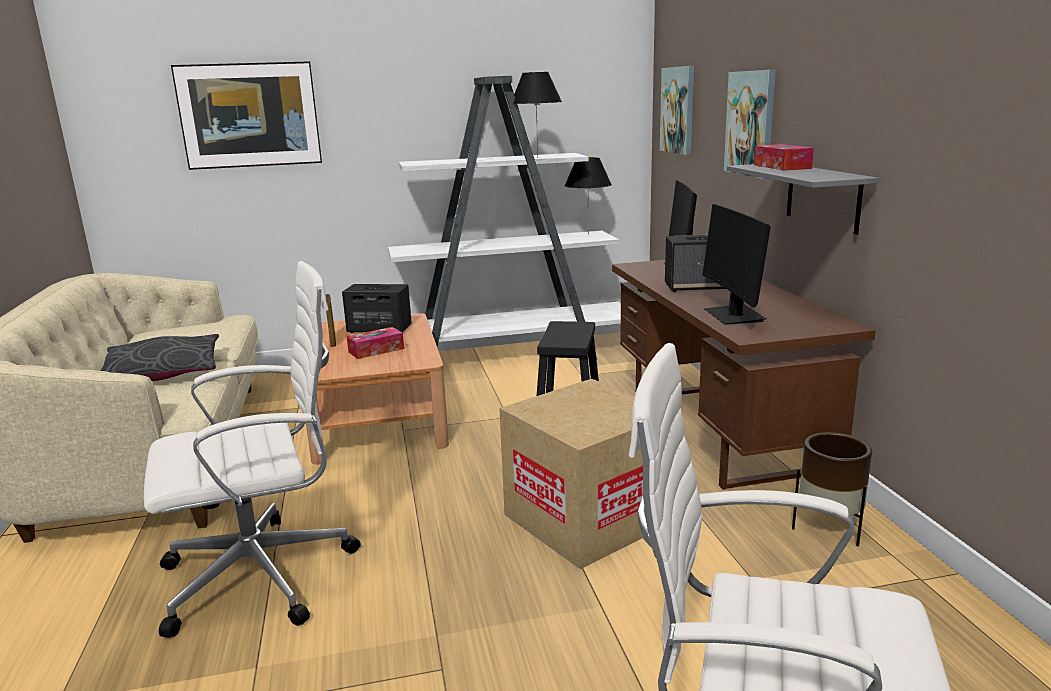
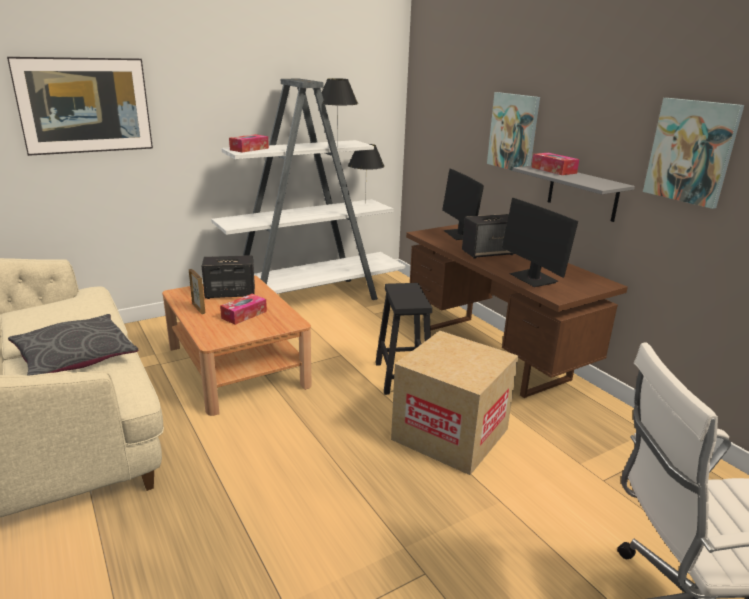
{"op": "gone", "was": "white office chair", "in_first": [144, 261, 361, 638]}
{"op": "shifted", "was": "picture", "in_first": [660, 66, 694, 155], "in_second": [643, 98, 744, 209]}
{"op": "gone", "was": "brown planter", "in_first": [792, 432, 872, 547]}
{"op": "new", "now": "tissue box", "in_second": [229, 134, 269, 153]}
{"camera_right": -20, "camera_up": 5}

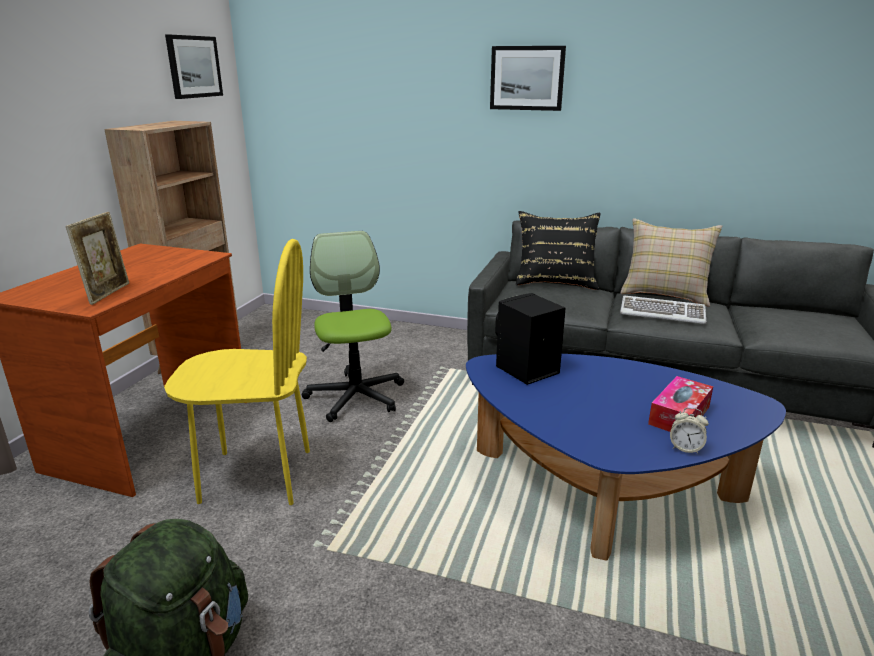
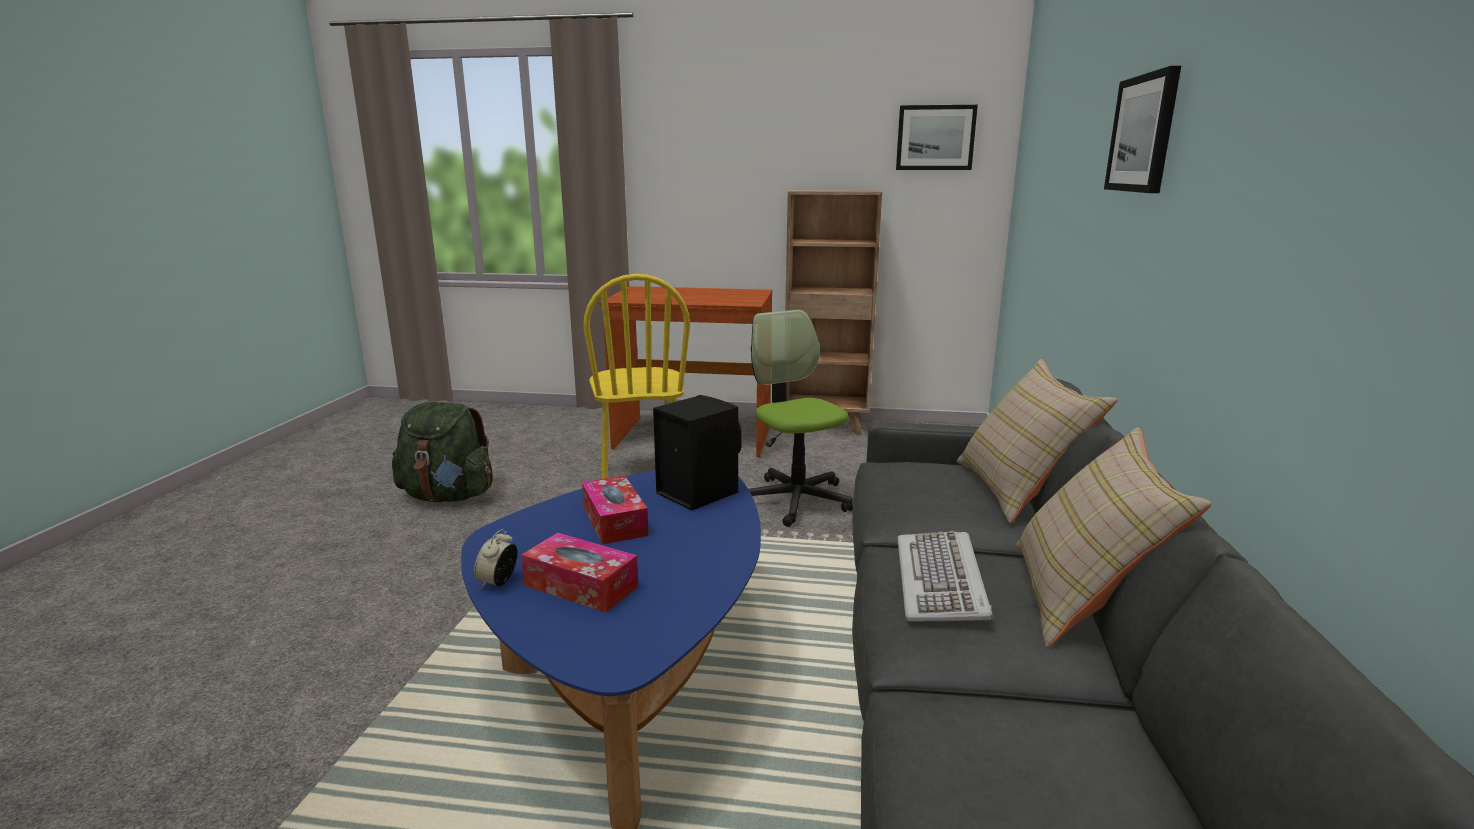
{"op": "gone", "was": "picture frame", "in_first": [66, 212, 129, 305]}
{"op": "rotated", "was": "office chair", "in_first": [302, 231, 404, 422], "in_second": [748, 310, 853, 527], "clockwise": -90}
{"op": "repainted", "was": "black pillow", "now": "beige pillow", "in_first": [516, 211, 601, 290], "in_second": [957, 359, 1117, 524]}
{"op": "new", "now": "tissue box", "in_second": [582, 475, 649, 545]}
{"camera_right": 80, "camera_up": -5}

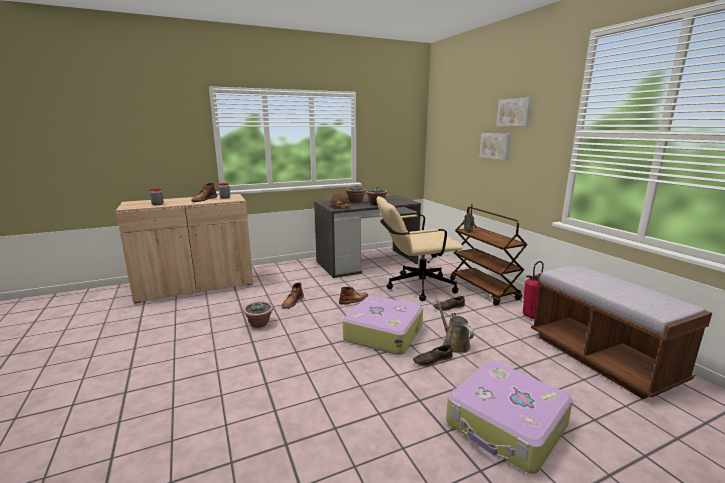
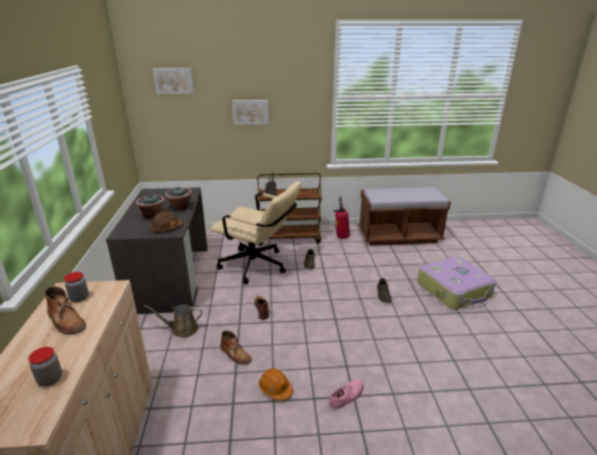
{"op": "swapped", "was": "potted plant", "now": "orange hard hat", "in_first": [243, 301, 273, 328], "in_second": [259, 368, 293, 401]}
{"op": "gone", "was": "suitcase", "in_first": [343, 296, 423, 355]}
{"op": "rotated", "was": "beige office chair", "in_first": [377, 196, 463, 301], "in_second": [210, 181, 301, 284], "clockwise": -75}
{"op": "shifted", "was": "brown watering can", "in_first": [436, 299, 474, 353], "in_second": [144, 304, 203, 338]}
{"op": "shifted", "was": "picture", "in_first": [496, 97, 532, 126], "in_second": [153, 68, 194, 94]}
{"op": "new", "now": "pink shoe", "in_second": [329, 379, 364, 409]}
{"camera_right": -70, "camera_up": 10}

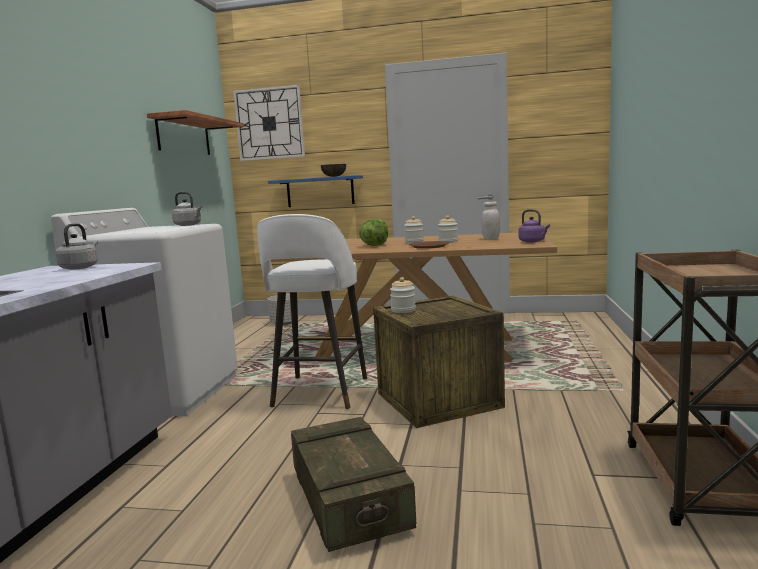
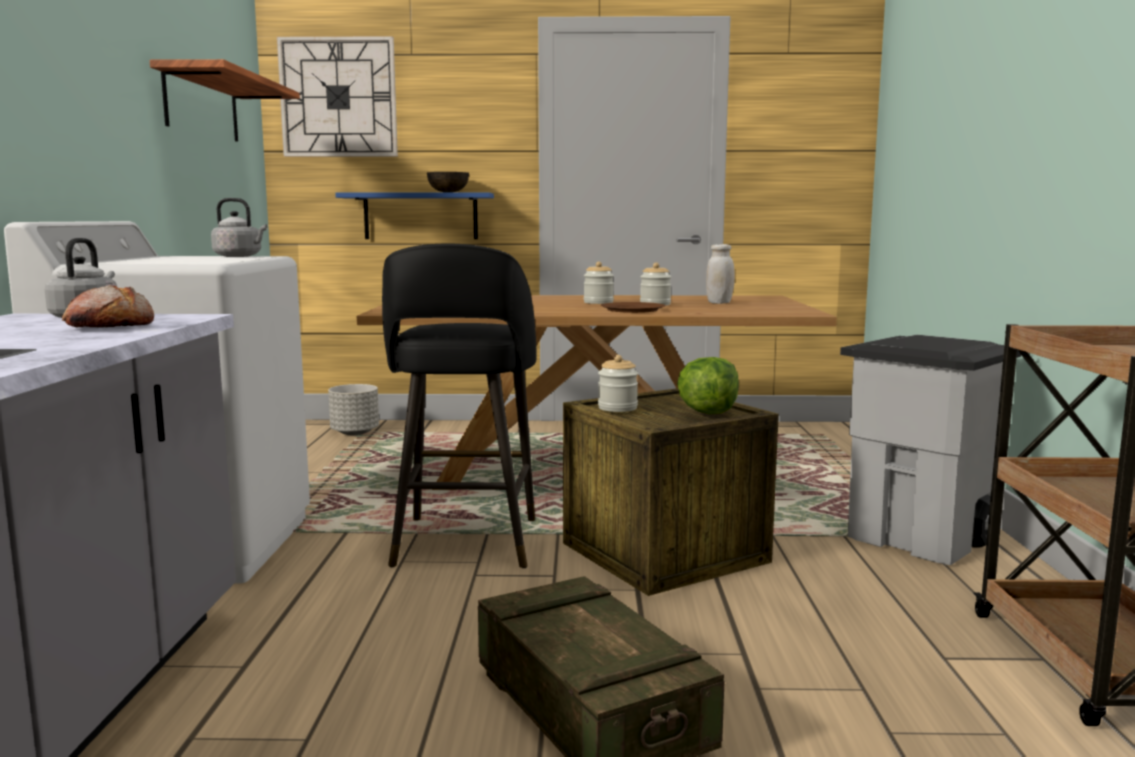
{"op": "repainted", "was": "white stool", "now": "black stool", "in_first": [257, 214, 367, 409], "in_second": [382, 243, 536, 568]}
{"op": "shifted", "was": "lettuce", "in_first": [359, 219, 388, 246], "in_second": [677, 357, 739, 414]}
{"op": "gone", "was": "purple kettle", "in_first": [518, 209, 550, 242]}
{"op": "new", "now": "bread", "in_second": [62, 285, 154, 328]}
{"op": "new", "now": "grey trash can", "in_second": [840, 335, 1021, 565]}
{"camera_right": -10, "camera_up": 0}

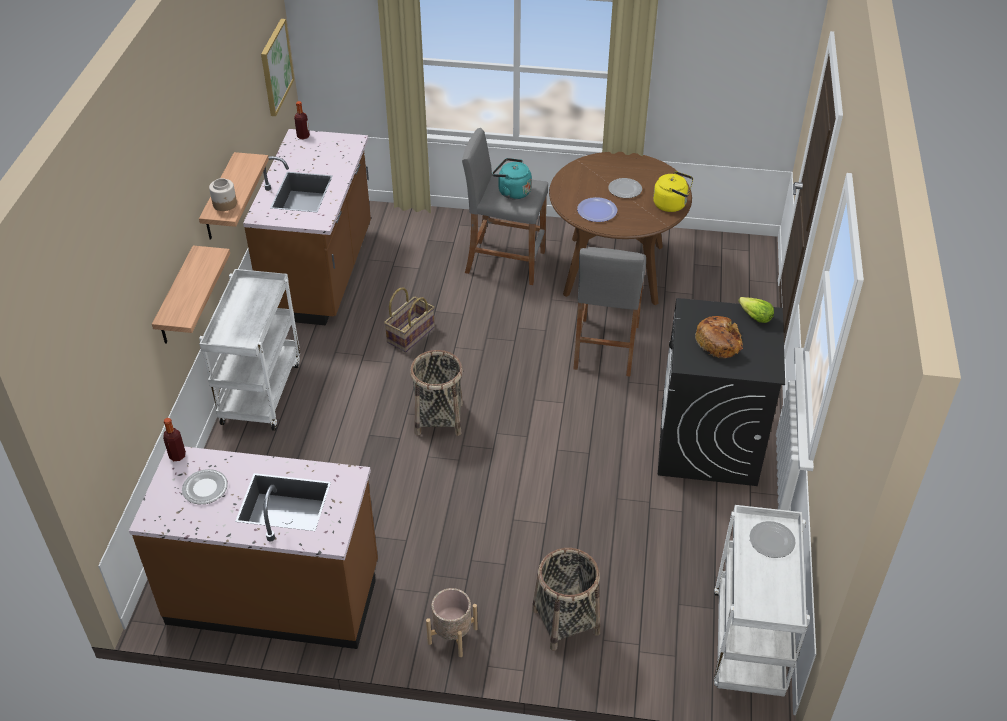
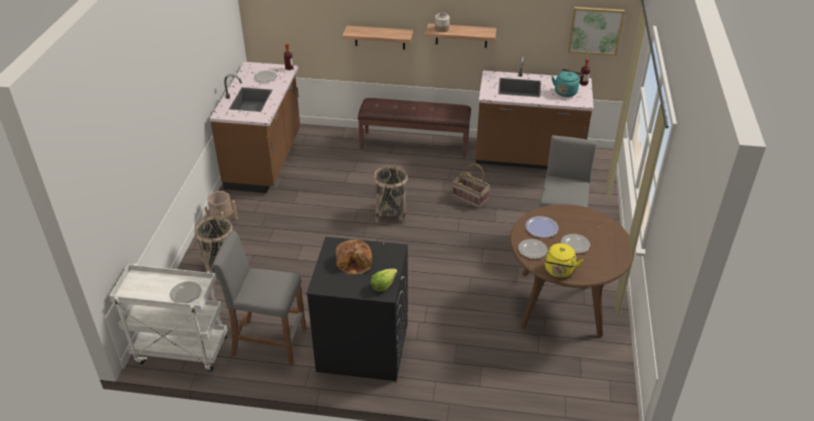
{"op": "swapped", "was": "white cart", "now": "brown bench", "in_first": [199, 269, 300, 431], "in_second": [358, 98, 471, 158]}
{"op": "shifted", "was": "turquoise kettle", "in_first": [492, 158, 532, 199], "in_second": [551, 69, 583, 97]}
{"op": "shifted", "was": "grey stool", "in_first": [573, 247, 646, 377], "in_second": [213, 231, 306, 366]}
{"op": "new", "now": "plate", "in_second": [518, 239, 548, 259]}
{"camera_right": 90, "camera_up": -5}

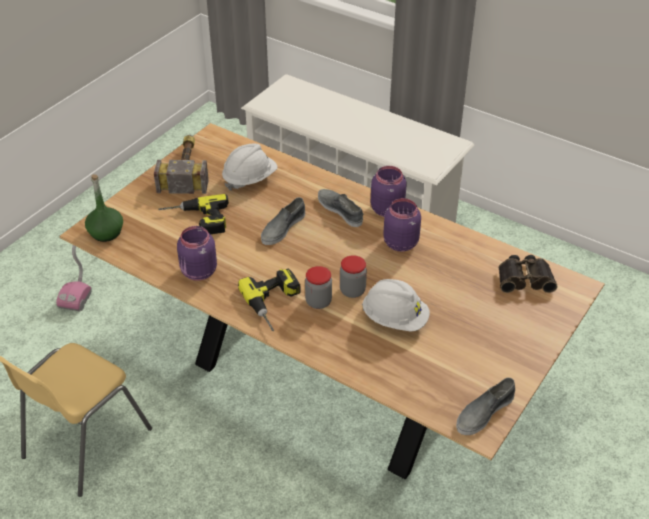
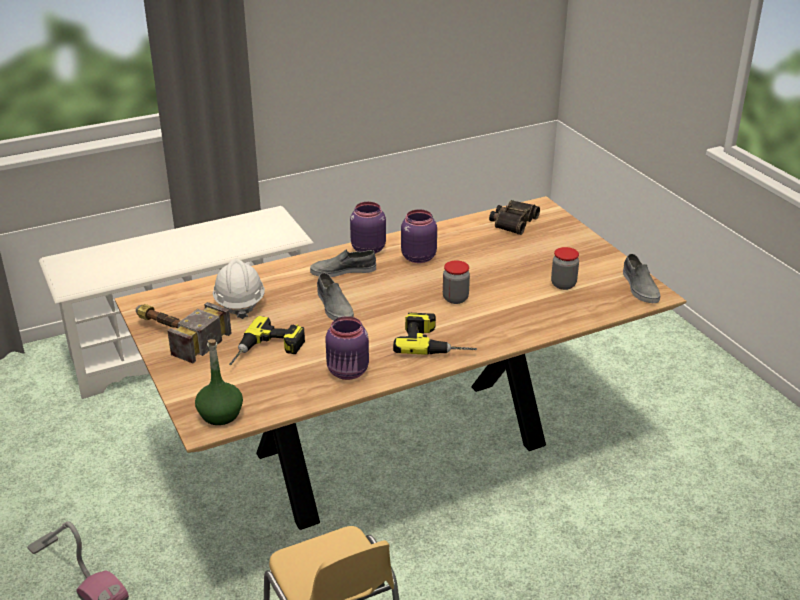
{"op": "shifted", "was": "jar", "in_first": [305, 266, 332, 309], "in_second": [551, 247, 579, 290]}
{"op": "gone", "was": "white hard hat", "in_first": [362, 279, 430, 332]}
{"camera_right": -60, "camera_up": -10}

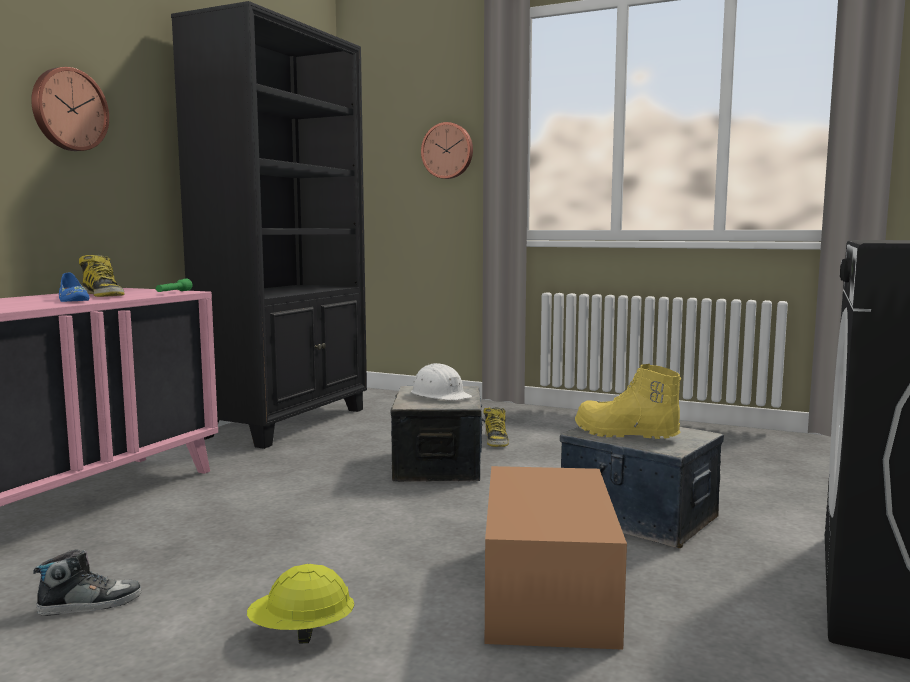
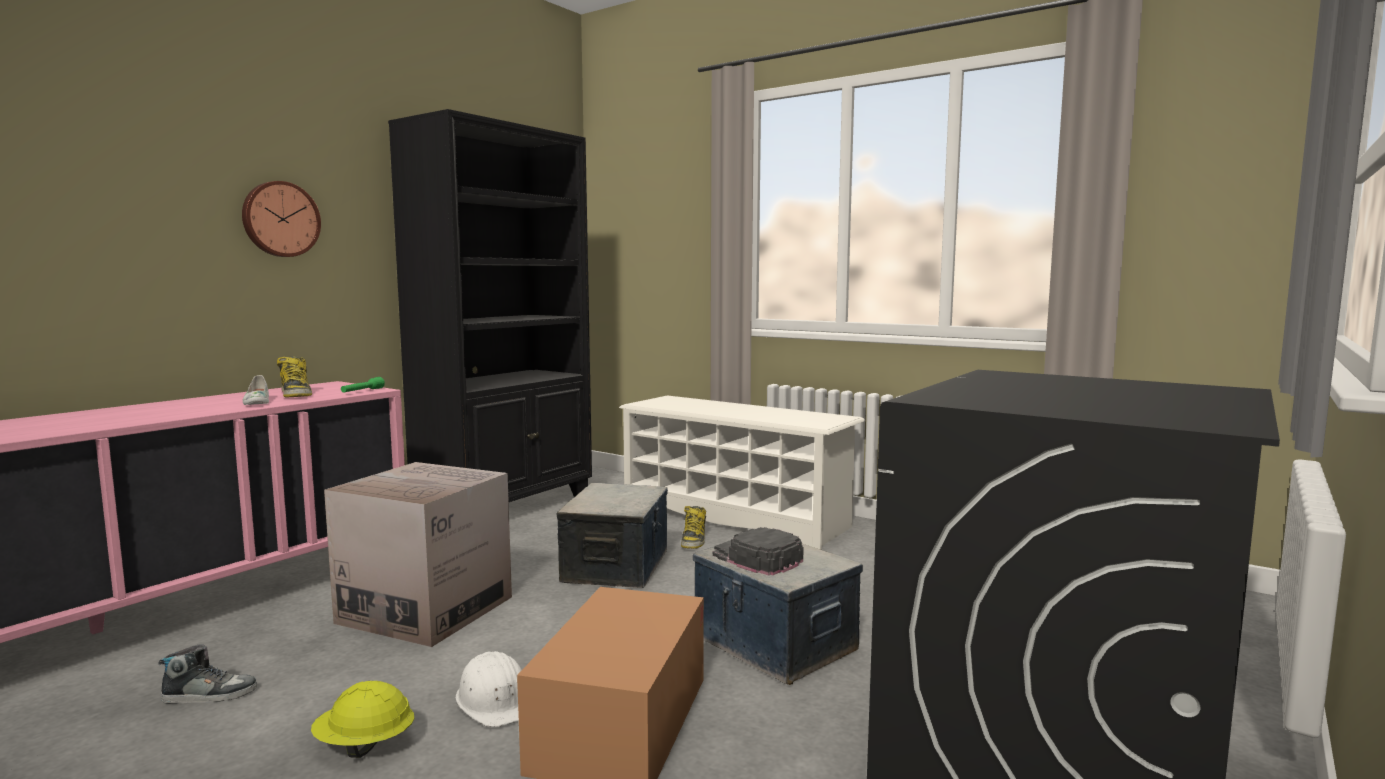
{"op": "repainted", "was": "blue shoe", "now": "white shoe", "in_first": [59, 273, 90, 302], "in_second": [242, 375, 269, 405]}
{"op": "shifted", "was": "white hard hat", "in_first": [411, 363, 472, 400], "in_second": [456, 651, 522, 727]}
{"op": "gone", "was": "wall clock", "in_first": [421, 122, 473, 179]}
{"op": "swapped", "was": "yellow boot", "now": "black cap", "in_first": [575, 364, 681, 439], "in_second": [713, 527, 804, 576]}
{"op": "new", "now": "cardboard box", "in_second": [324, 462, 512, 647]}
{"op": "new", "now": "white shoe rack", "in_second": [619, 395, 865, 550]}
{"camera_right": 10, "camera_up": 0}

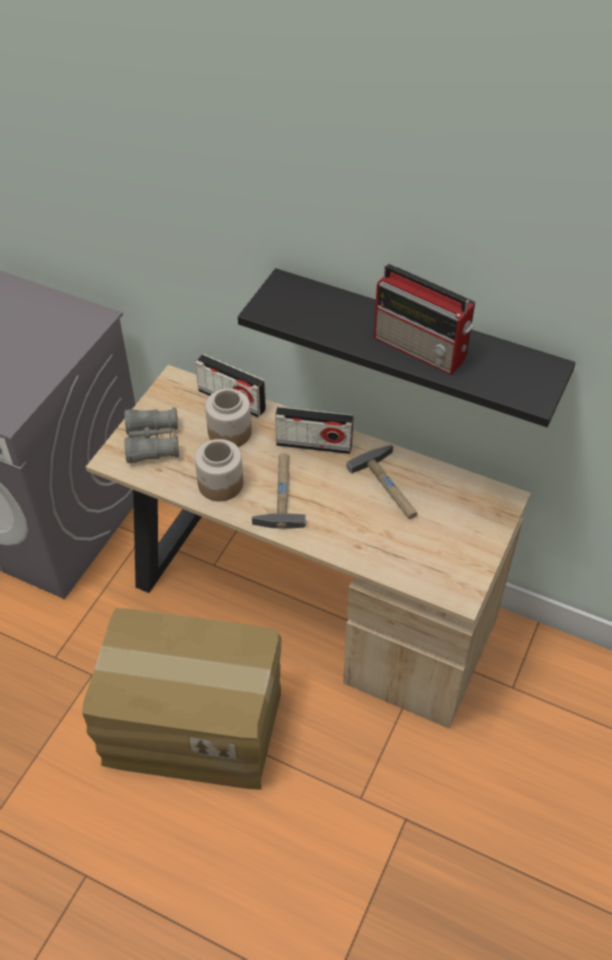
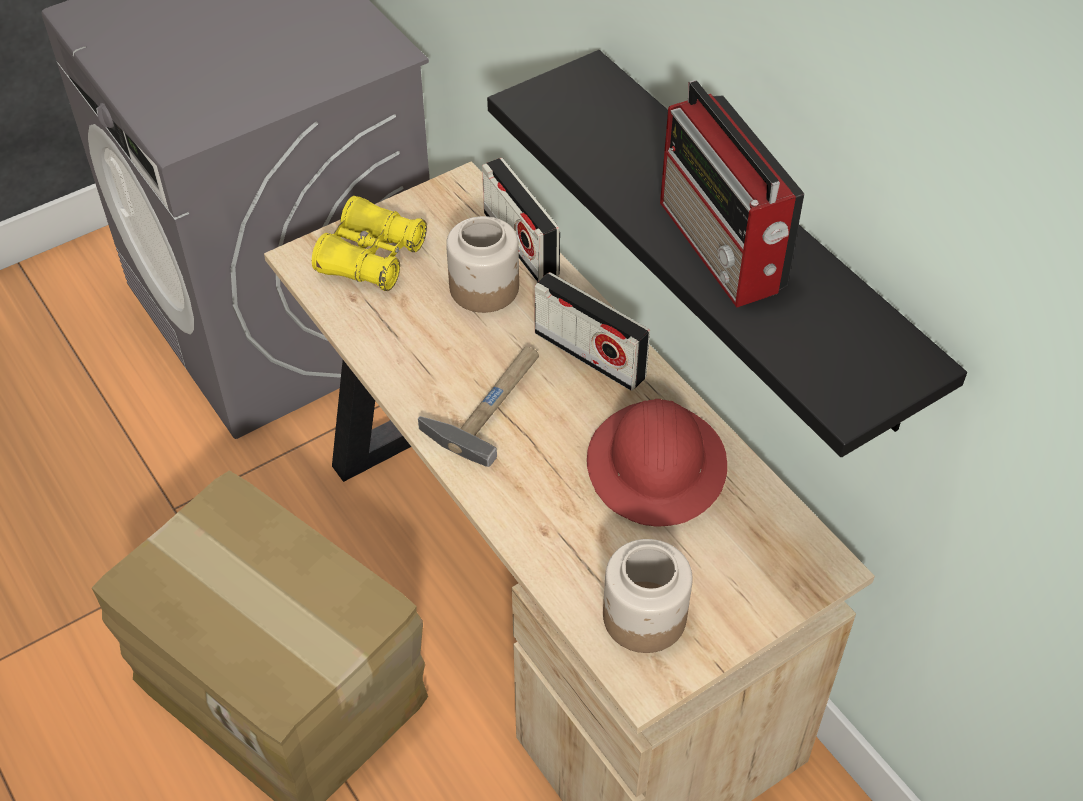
{"op": "repainted", "was": "grey binoculars", "now": "yellow binoculars", "in_first": [124, 407, 179, 463], "in_second": [312, 196, 427, 291]}
{"op": "shifted", "was": "jar", "in_first": [195, 439, 243, 501], "in_second": [603, 539, 693, 653]}
{"op": "swapped", "was": "hammer", "now": "red hard hat", "in_first": [346, 445, 417, 519], "in_second": [587, 399, 727, 527]}
{"camera_right": 30, "camera_up": 0}

